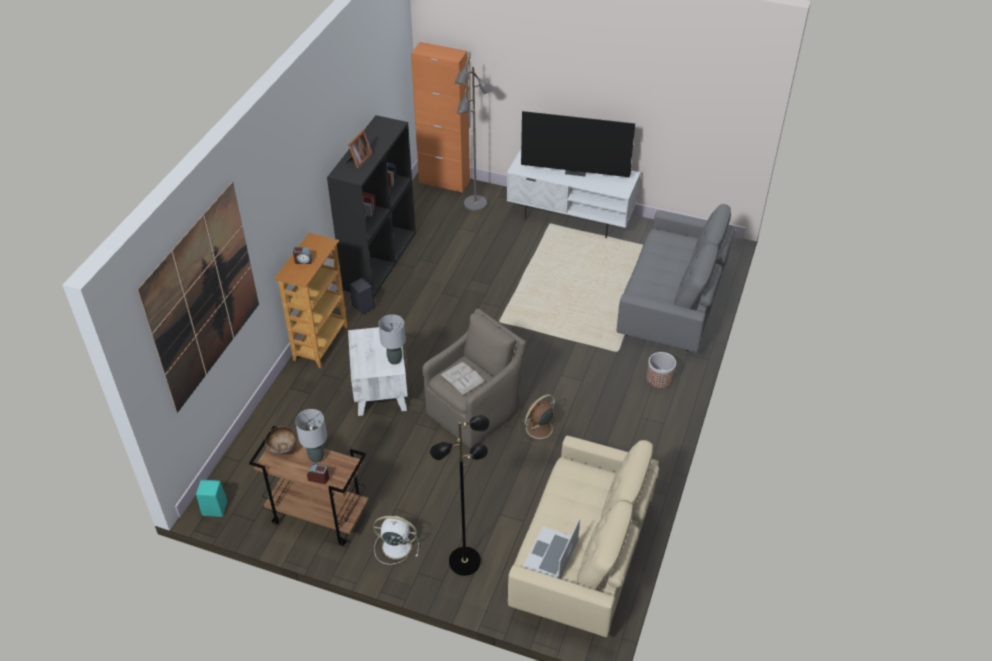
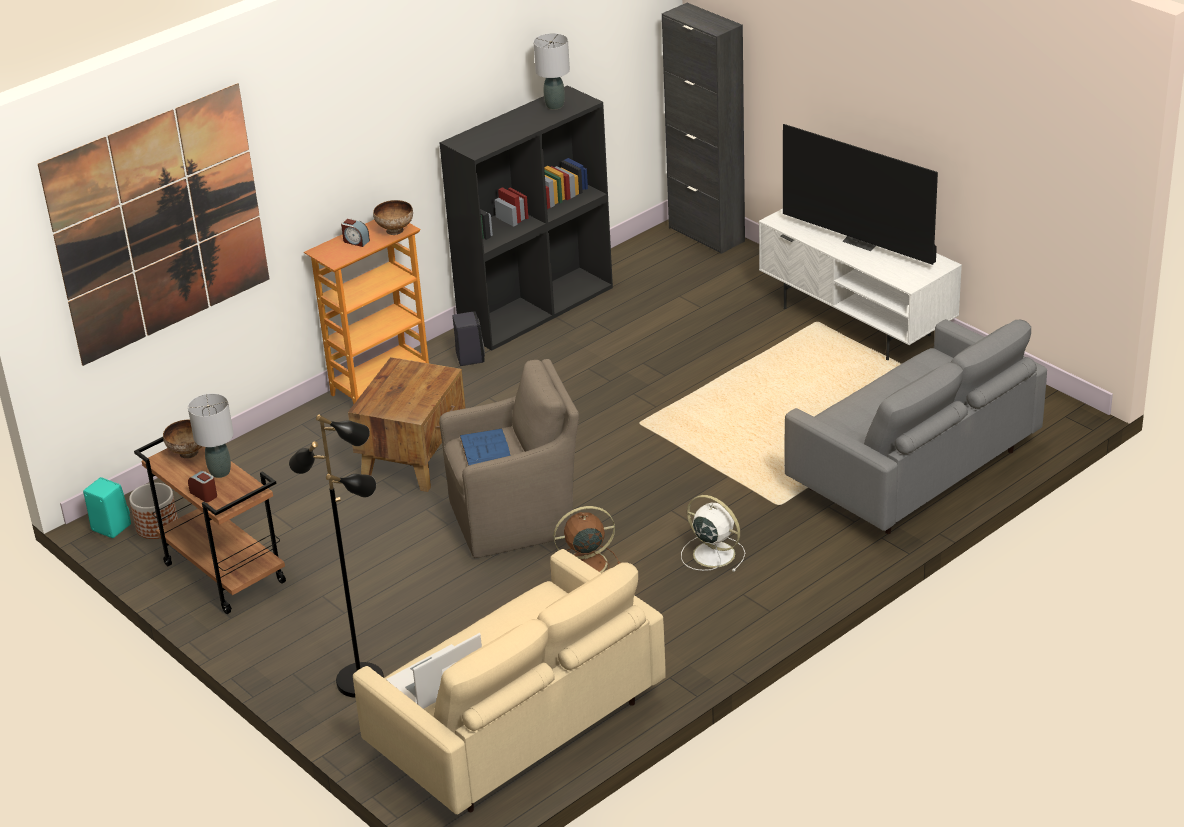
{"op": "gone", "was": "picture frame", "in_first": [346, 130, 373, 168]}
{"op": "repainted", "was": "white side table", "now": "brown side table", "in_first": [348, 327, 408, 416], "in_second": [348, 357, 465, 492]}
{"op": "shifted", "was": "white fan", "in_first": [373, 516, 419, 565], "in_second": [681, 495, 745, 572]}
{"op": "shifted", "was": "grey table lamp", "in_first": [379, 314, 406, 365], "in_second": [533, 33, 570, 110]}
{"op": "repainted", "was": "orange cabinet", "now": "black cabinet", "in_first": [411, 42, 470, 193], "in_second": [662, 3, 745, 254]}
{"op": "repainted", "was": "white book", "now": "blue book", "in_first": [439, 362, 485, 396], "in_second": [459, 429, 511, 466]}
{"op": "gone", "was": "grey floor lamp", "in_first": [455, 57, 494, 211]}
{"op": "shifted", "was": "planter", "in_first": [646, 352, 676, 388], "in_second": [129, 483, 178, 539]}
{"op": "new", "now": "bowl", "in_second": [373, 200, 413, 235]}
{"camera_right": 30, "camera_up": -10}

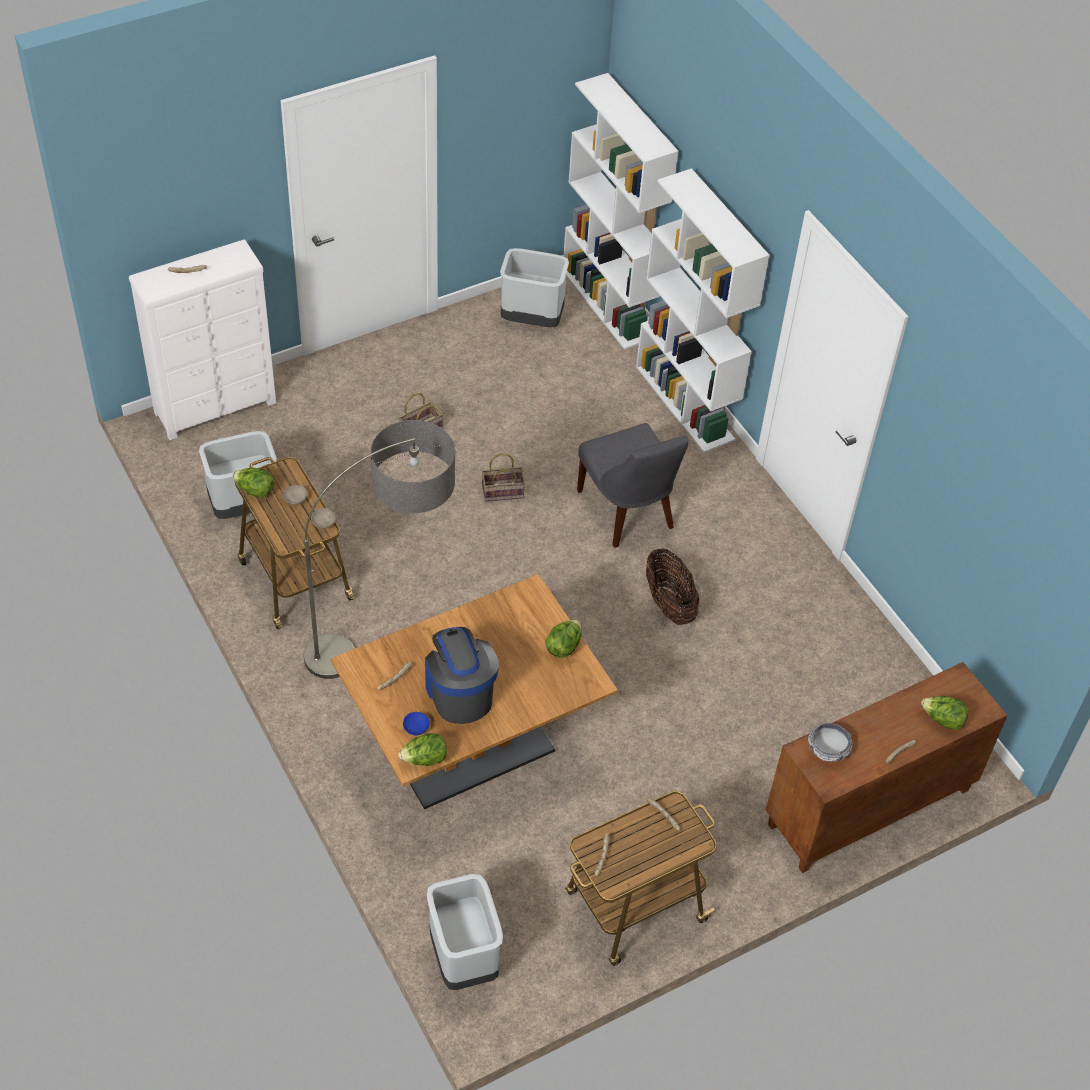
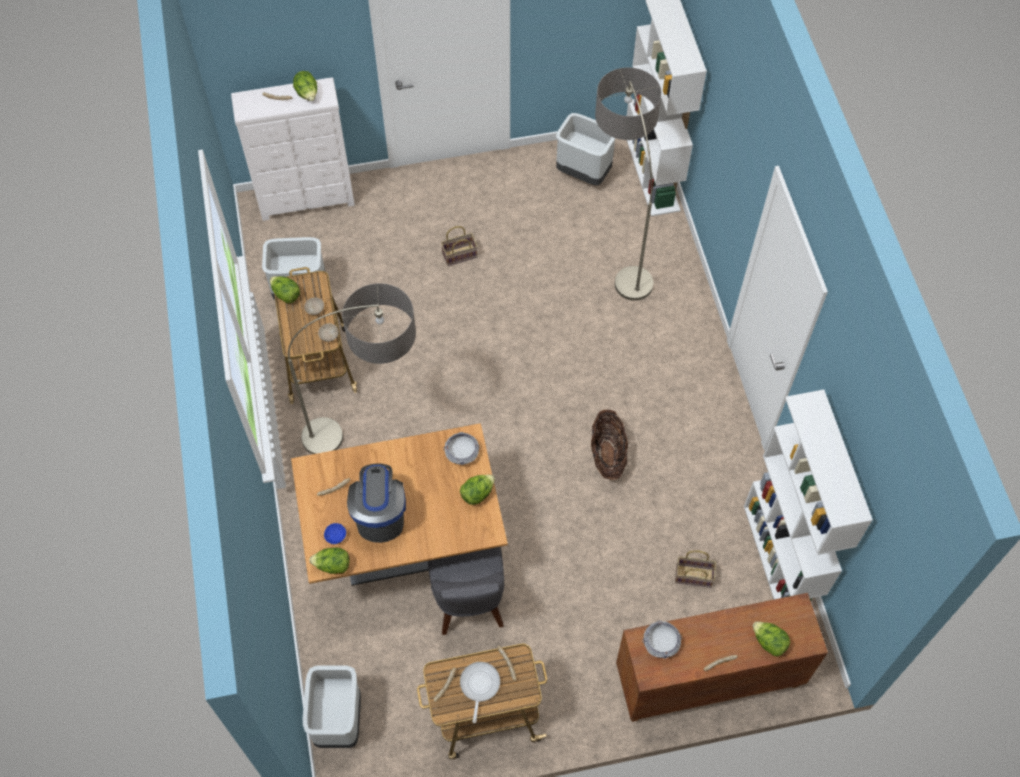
{"op": "shifted", "was": "basket", "in_first": [482, 453, 525, 502], "in_second": [675, 550, 716, 588]}
{"op": "shifted", "was": "grey chair", "in_first": [577, 423, 688, 548], "in_second": [428, 547, 504, 635]}
{"op": "shifted", "was": "white bookcase", "in_first": [636, 168, 770, 453], "in_second": [744, 390, 873, 615]}
{"op": "new", "now": "lettuce", "in_second": [293, 71, 317, 101]}
{"op": "new", "now": "bowl", "in_second": [443, 432, 480, 465]}
{"op": "new", "now": "frying pan", "in_second": [460, 662, 500, 723]}
{"op": "new", "now": "floor lamp", "in_second": [595, 67, 662, 301]}
{"camera_right": 20, "camera_up": 10}

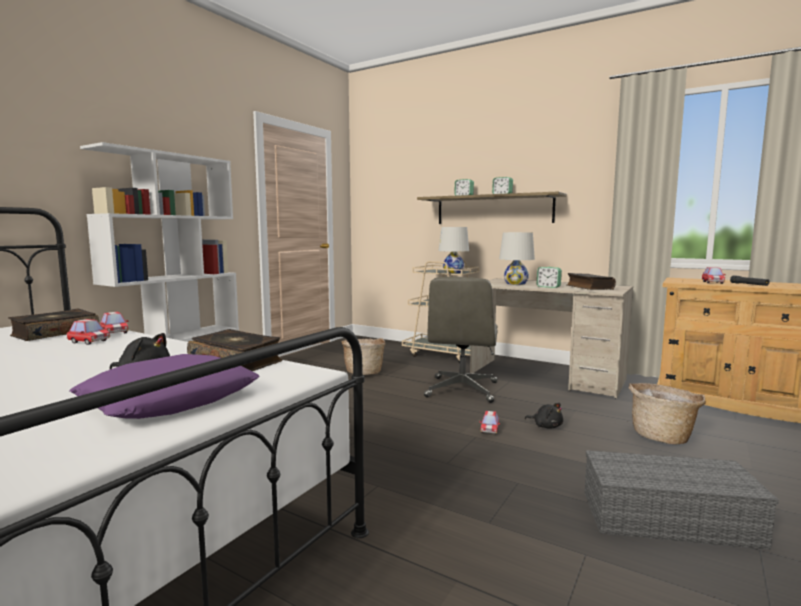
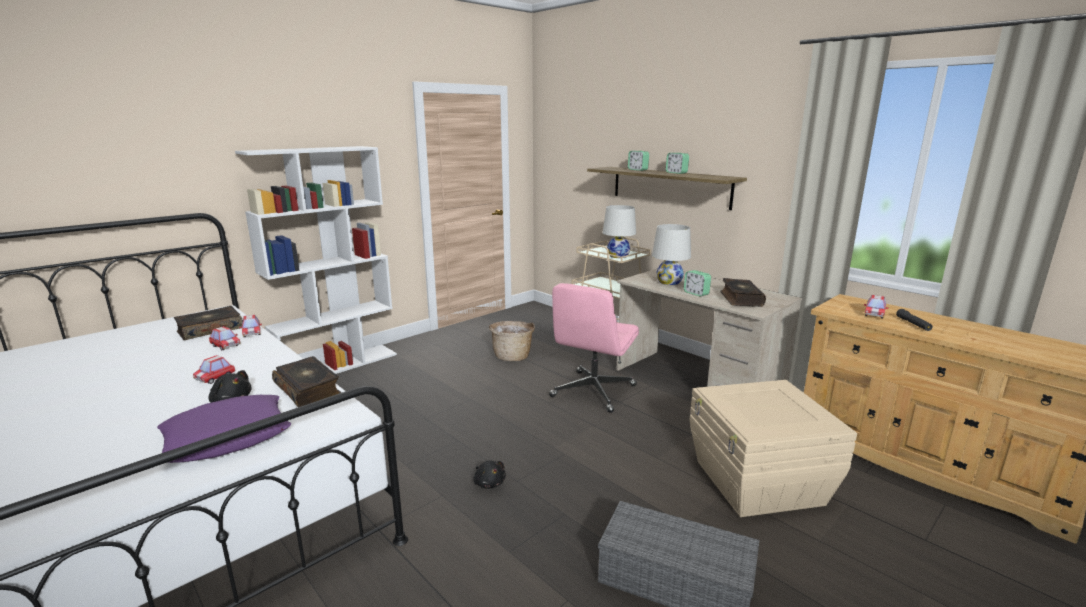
{"op": "repainted", "was": "grey office chair", "now": "pink office chair", "in_first": [424, 277, 498, 403], "in_second": [549, 283, 639, 413]}
{"op": "shifted", "was": "toy car", "in_first": [479, 411, 500, 434], "in_second": [193, 355, 236, 384]}
{"op": "shifted", "was": "black plush toy", "in_first": [525, 403, 563, 429], "in_second": [473, 460, 506, 489]}
{"op": "swapped", "was": "basket", "now": "beige storage box", "in_first": [628, 383, 706, 445], "in_second": [690, 380, 857, 517]}
{"camera_right": 15, "camera_up": 10}

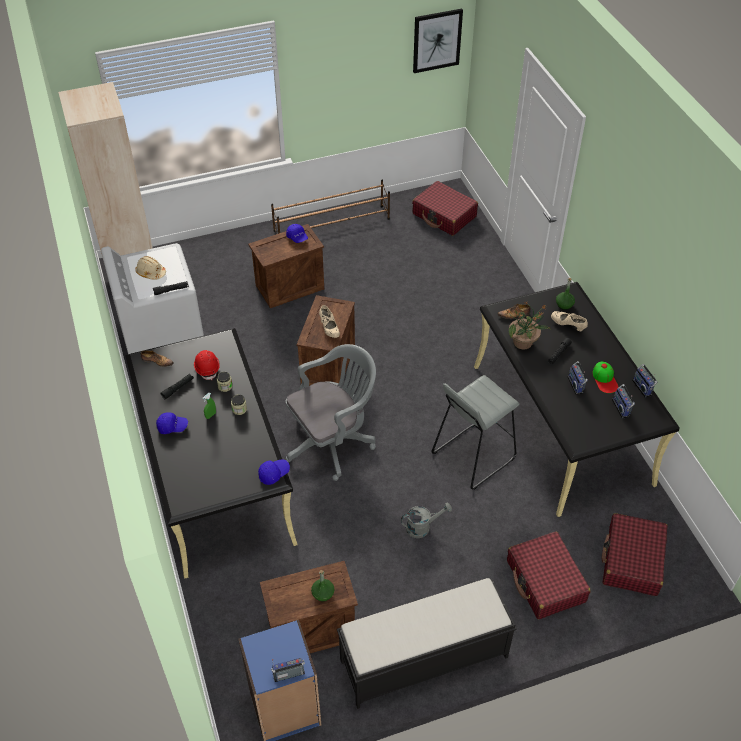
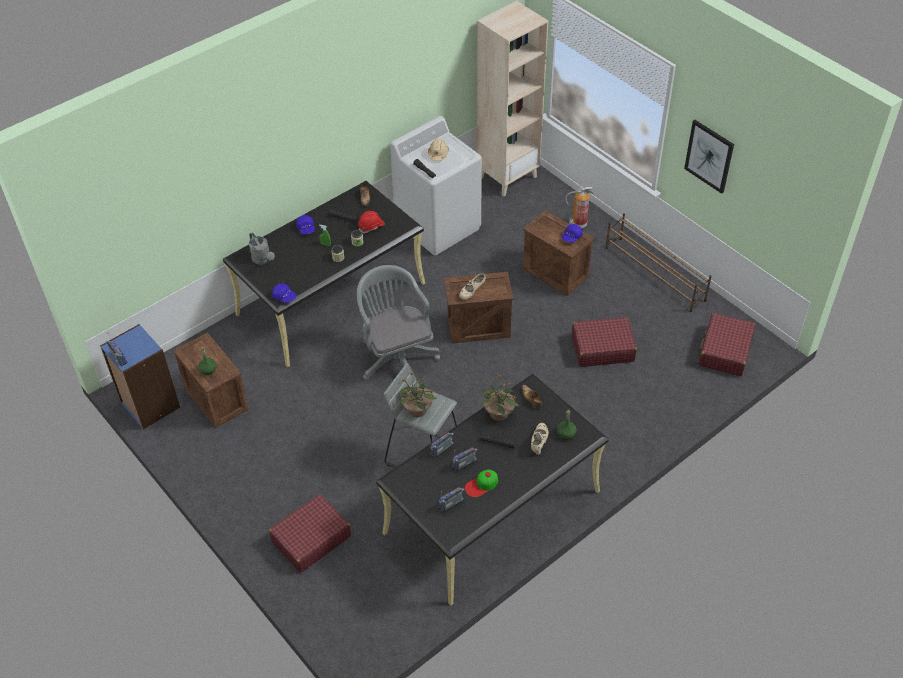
{"op": "rotated", "was": "grey office chair", "in_first": [286, 344, 376, 481], "in_second": [357, 265, 440, 380], "clockwise": -150}
{"op": "gone", "was": "black bench", "in_first": [337, 578, 517, 709]}
{"op": "shifted", "was": "grey watering can", "in_first": [401, 502, 452, 538], "in_second": [249, 232, 275, 265]}
{"op": "shifted", "was": "picture", "in_first": [413, 9, 463, 73], "in_second": [684, 120, 734, 194]}
{"op": "shifted", "was": "red suitcase", "in_first": [602, 513, 668, 596], "in_second": [572, 317, 637, 367]}
{"op": "shifted", "was": "radio", "in_first": [632, 364, 658, 398], "in_second": [430, 432, 453, 458]}
{"op": "new", "now": "potted plant", "in_second": [399, 372, 437, 417]}
{"op": "new", "now": "fire extinguisher", "in_second": [565, 187, 593, 228]}
{"camera_right": 70, "camera_up": 0}

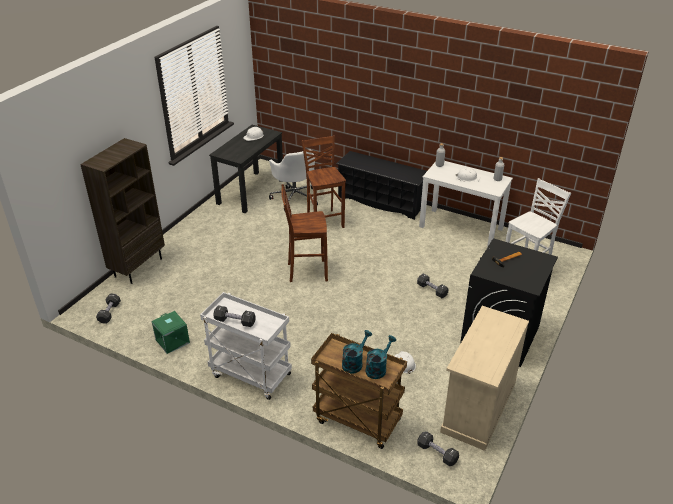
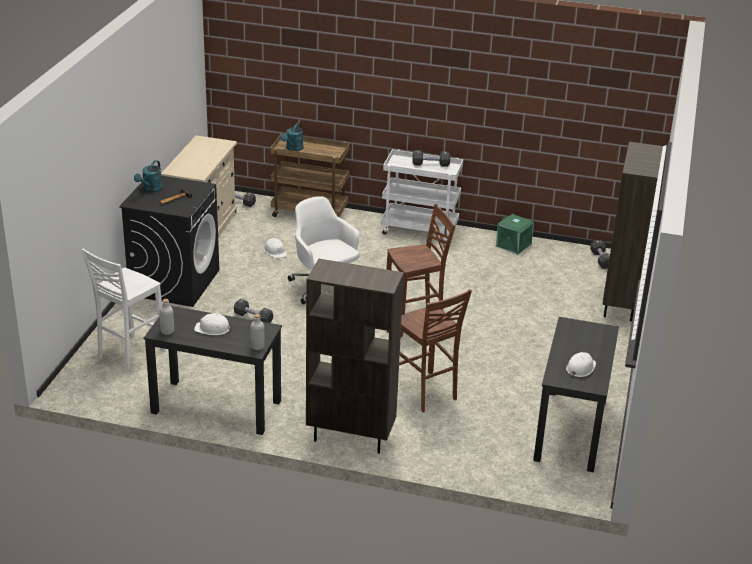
{"op": "shifted", "was": "white office chair", "in_first": [269, 149, 318, 211], "in_second": [288, 196, 360, 304]}
{"op": "swapped", "was": "black shoe rack", "now": "brown bookcase", "in_first": [336, 151, 427, 220], "in_second": [306, 259, 404, 454]}
{"op": "shifted", "was": "turquoise watering can", "in_first": [342, 330, 372, 374], "in_second": [134, 160, 163, 193]}
{"op": "repainted", "was": "white desk", "now": "black desk", "in_first": [419, 161, 513, 247], "in_second": [144, 306, 282, 435]}
{"camera_right": 165, "camera_up": -5}

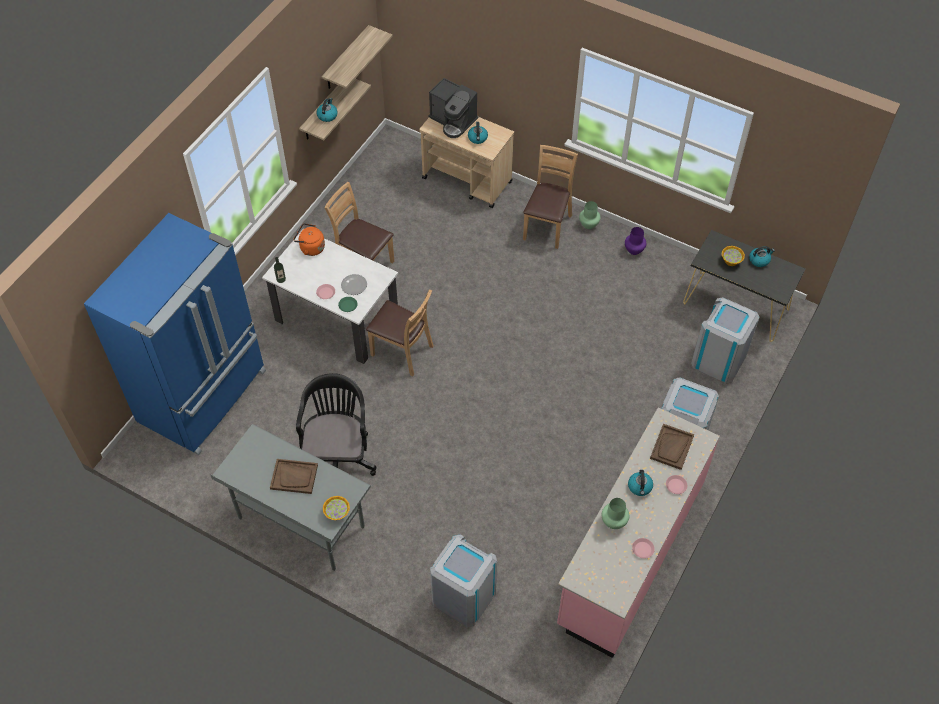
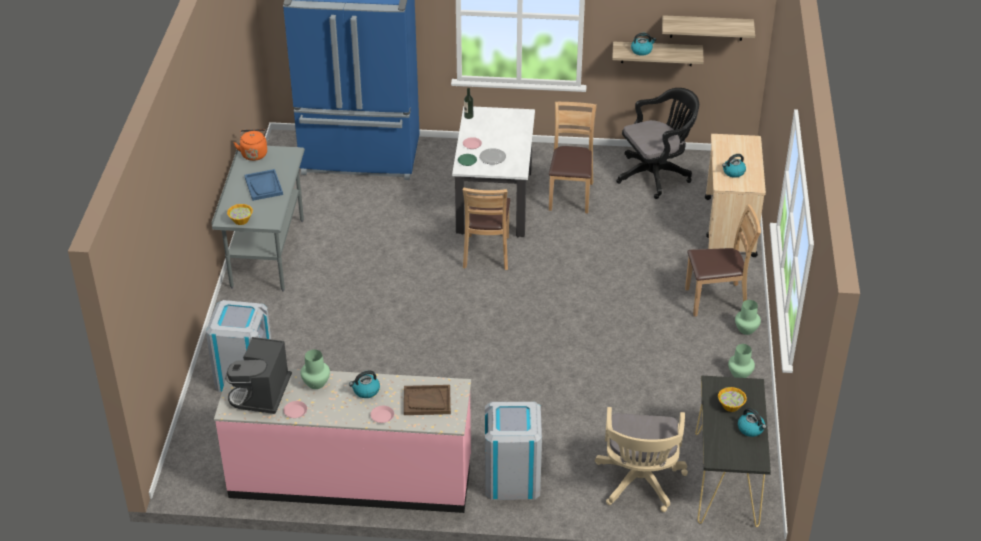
{"op": "repainted", "was": "brown tray", "now": "blue tray", "in_first": [270, 459, 318, 494], "in_second": [245, 169, 283, 201]}
{"op": "shifted", "was": "orange kettle", "in_first": [293, 223, 325, 256], "in_second": [234, 129, 267, 161]}
{"op": "shifted", "was": "black office chair", "in_first": [296, 373, 377, 476], "in_second": [616, 88, 699, 199]}
{"op": "shifted", "was": "coffee machine", "in_first": [428, 78, 478, 138], "in_second": [225, 337, 292, 414]}
{"op": "repainted", "was": "purple vase", "now": "green vase", "in_first": [625, 227, 646, 255], "in_second": [728, 344, 755, 378]}
{"op": "swapped", "was": "grey trash can", "now": "beige office chair", "in_first": [691, 297, 760, 384], "in_second": [595, 407, 688, 512]}
{"camera_right": 65, "camera_up": -15}

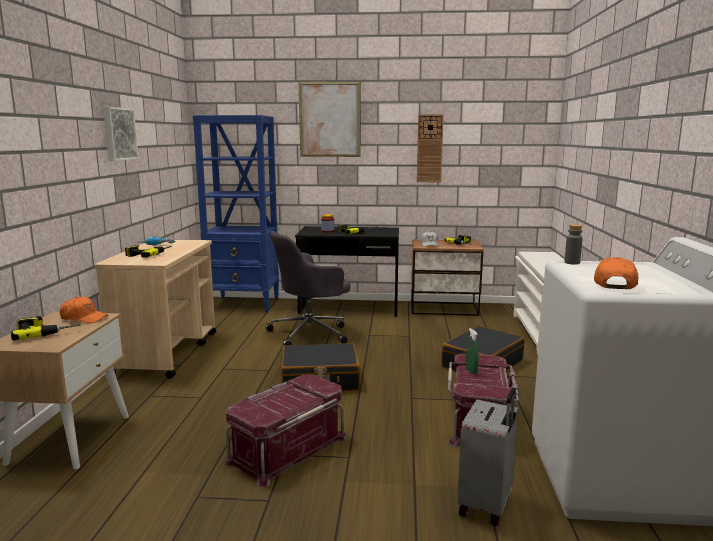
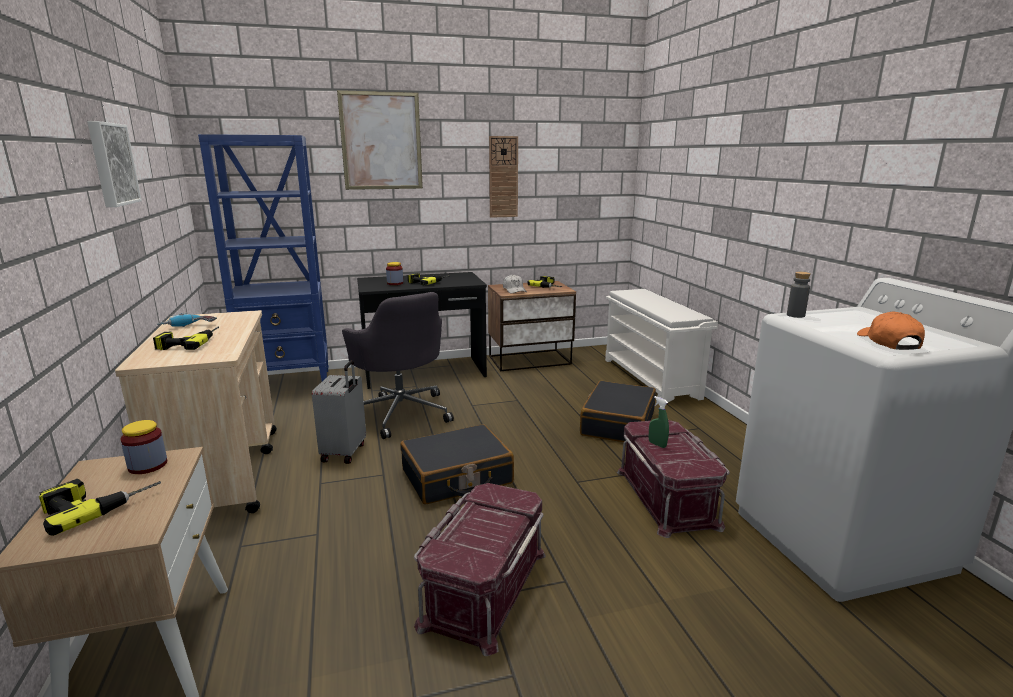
{"op": "swapped", "was": "orange cap", "now": "jar", "in_first": [60, 297, 108, 323], "in_second": [120, 420, 167, 474]}
{"op": "rotated", "was": "grey office chair", "in_first": [265, 231, 350, 346], "in_second": [342, 292, 454, 439], "clockwise": -75}
{"op": "shifted", "was": "grey suitcase", "in_first": [457, 388, 519, 526], "in_second": [312, 360, 366, 464]}
{"camera_right": -20, "camera_up": 5}

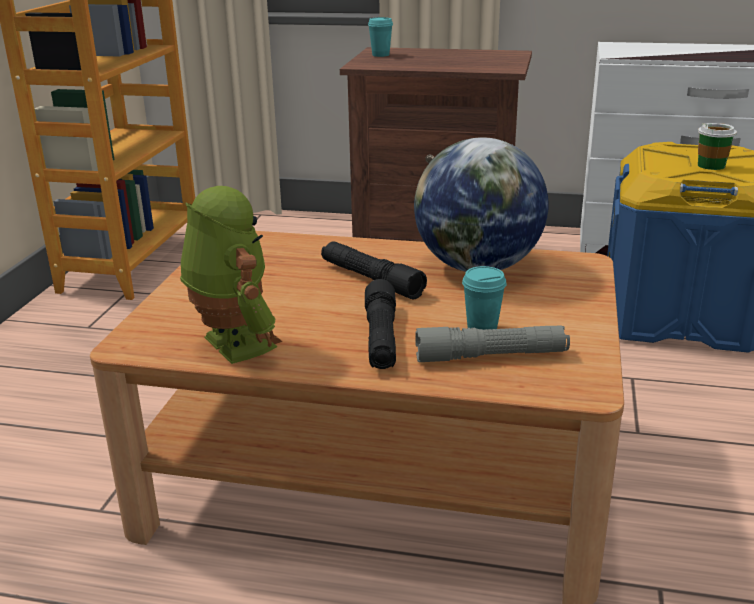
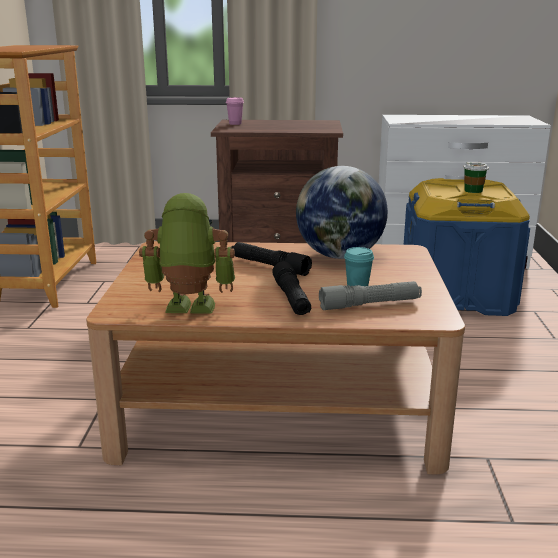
{"op": "rotated", "was": "toy robot", "in_first": [180, 186, 282, 364], "in_second": [139, 193, 235, 314], "clockwise": -45}
{"op": "repainted", "was": "turquoise cup", "now": "pink cup", "in_first": [368, 17, 393, 57], "in_second": [226, 97, 244, 125]}
{"camera_right": -10, "camera_up": -5}

